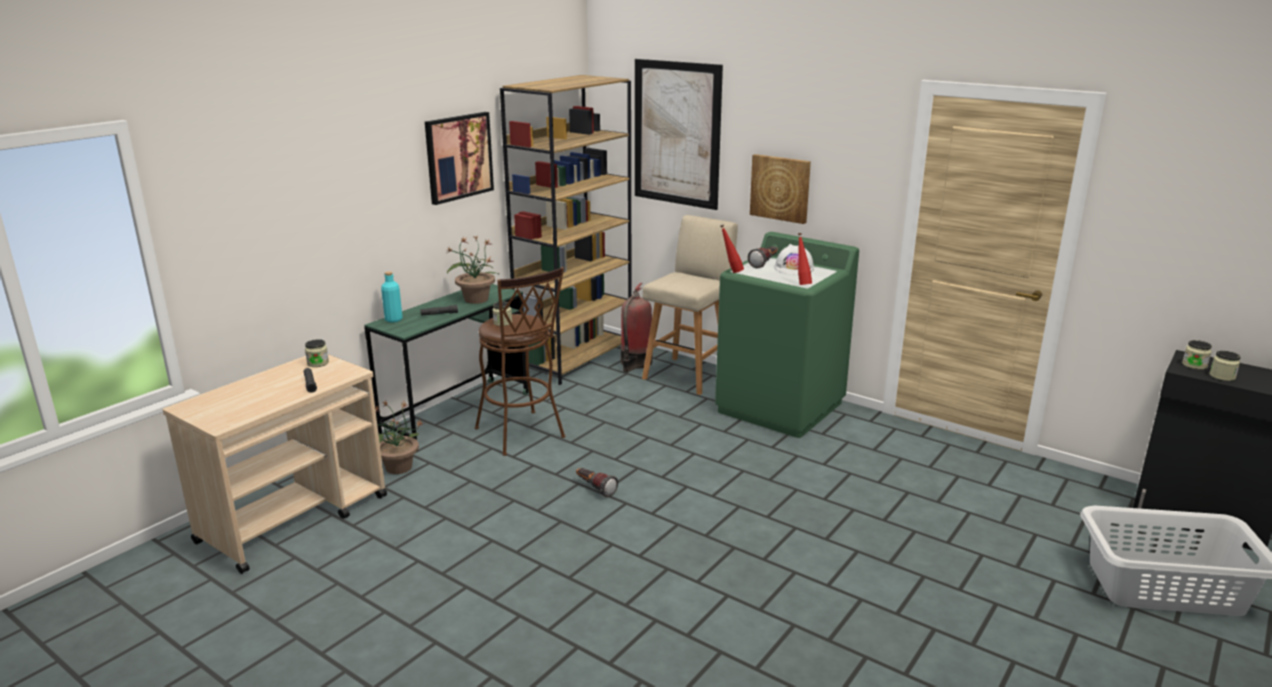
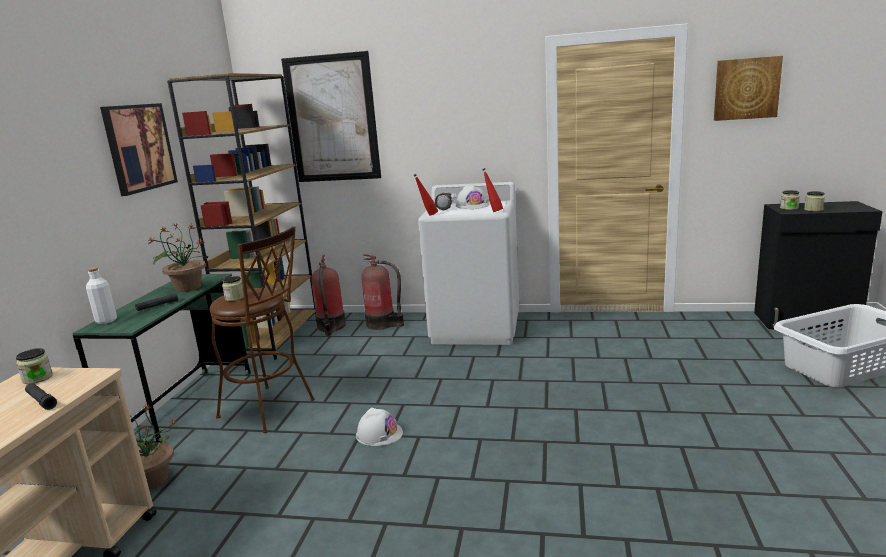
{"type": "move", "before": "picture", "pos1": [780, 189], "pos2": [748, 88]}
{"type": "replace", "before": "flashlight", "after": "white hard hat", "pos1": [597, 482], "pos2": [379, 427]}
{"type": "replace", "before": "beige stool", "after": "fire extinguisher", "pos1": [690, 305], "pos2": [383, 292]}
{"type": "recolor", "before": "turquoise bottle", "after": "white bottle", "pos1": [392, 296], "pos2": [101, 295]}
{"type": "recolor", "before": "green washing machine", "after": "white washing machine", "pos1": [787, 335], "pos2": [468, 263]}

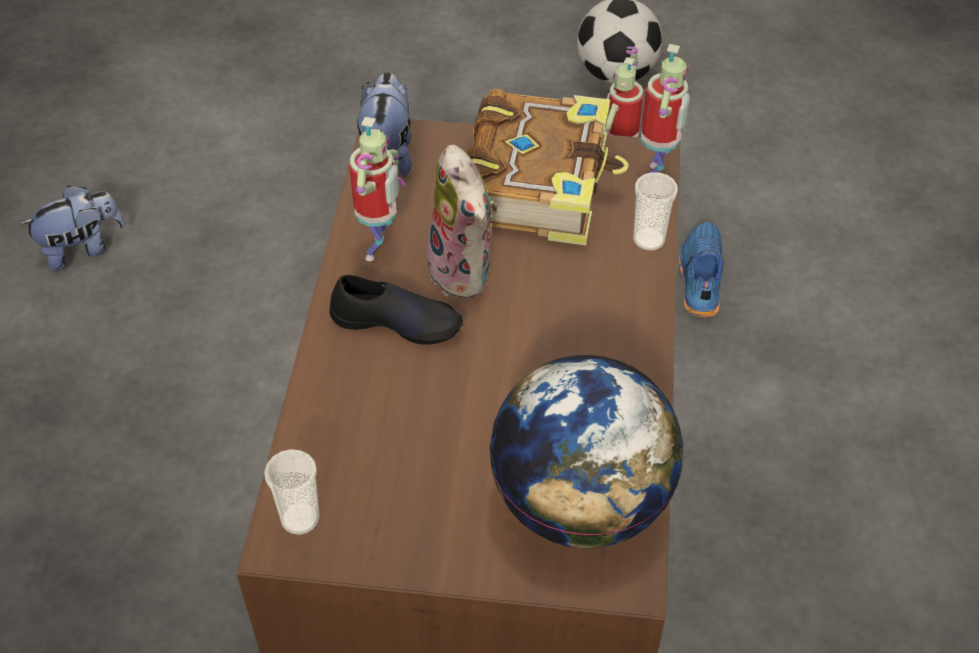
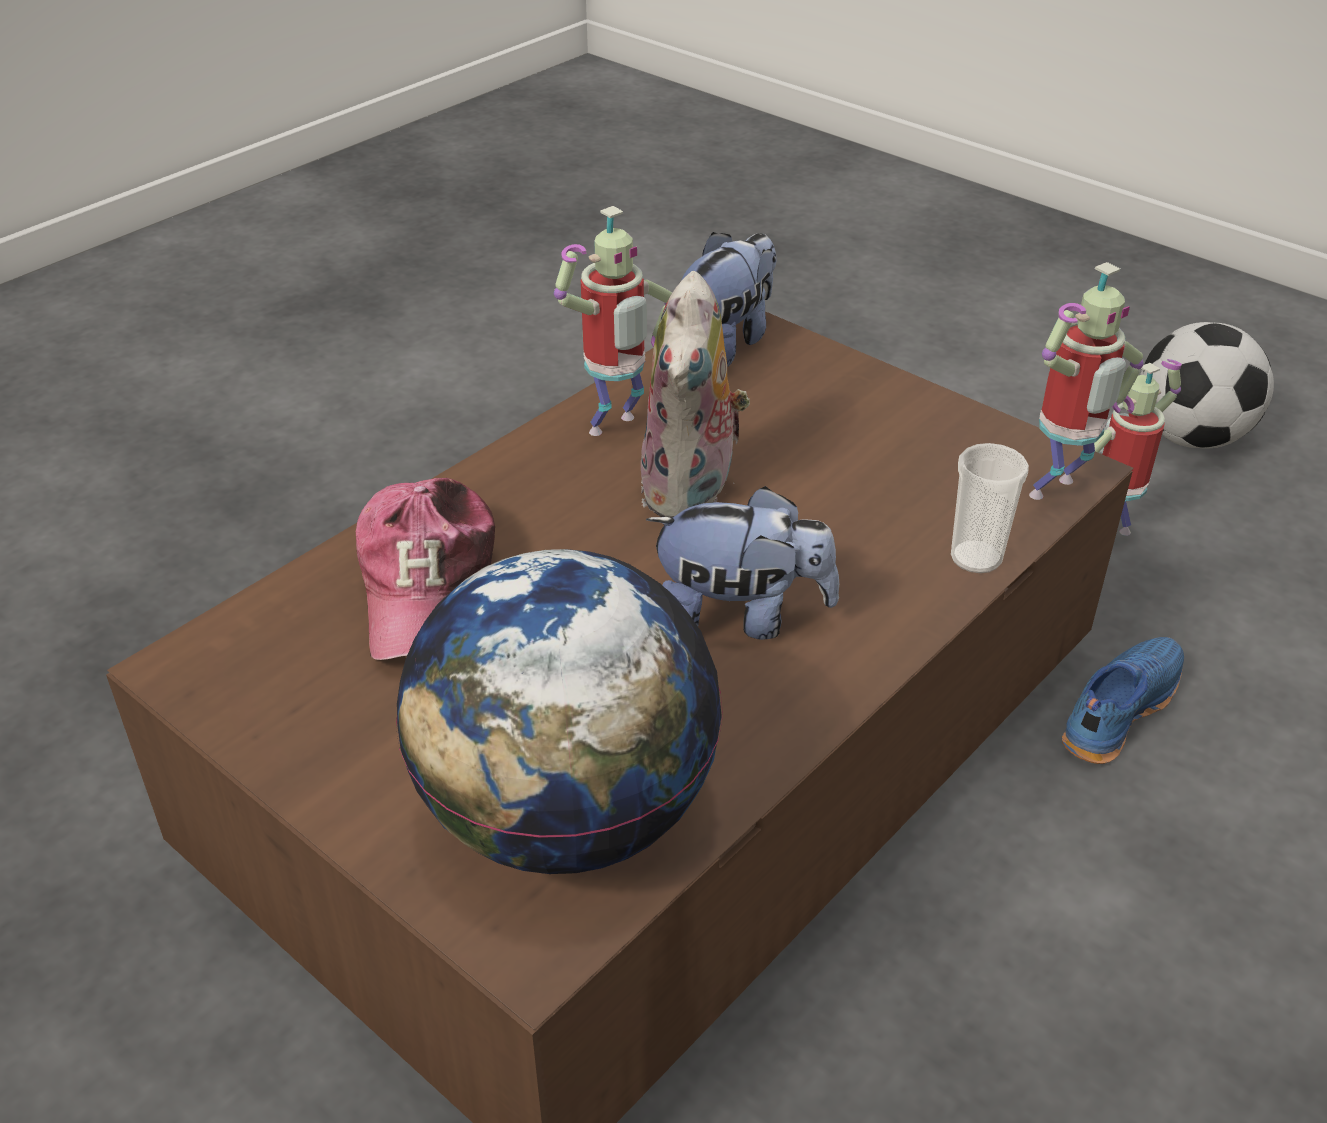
{"type": "delete", "before": "cup", "pos1": [292, 492]}
{"type": "delete", "before": "black shoe", "pos1": [396, 310]}
{"type": "delete", "before": "book", "pos1": [548, 167]}
{"type": "insert", "after": "cap", "pos2": [425, 569]}
{"type": "move", "before": "plush toy", "pos1": [72, 228], "pos2": [742, 563]}

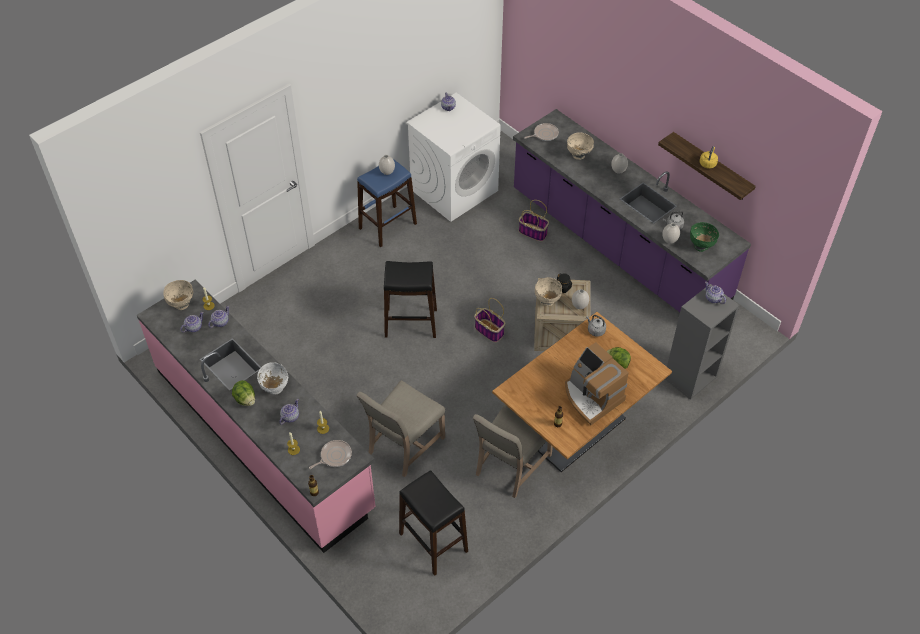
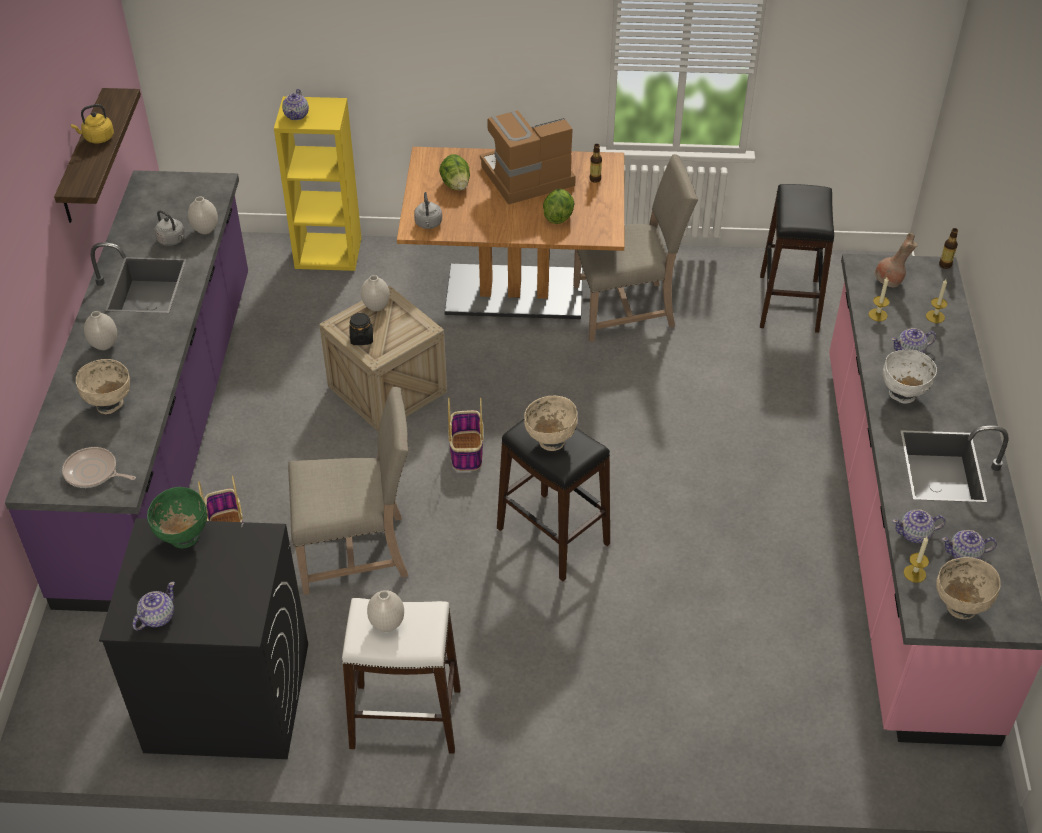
{"type": "move", "before": "lettuce", "pos1": [243, 393], "pos2": [558, 206]}
{"type": "move", "before": "beige chair", "pos1": [400, 428], "pos2": [348, 491]}
{"type": "move", "before": "beige bowl", "pos1": [548, 291], "pos2": [551, 423]}
{"type": "move", "before": "green bowl", "pos1": [704, 237], "pos2": [177, 518]}
{"type": "replace", "before": "frying pan", "after": "brown vase", "pos1": [330, 454], "pos2": [895, 260]}
{"type": "recolor", "before": "blue stool", "after": "white stool", "pos1": [387, 203], "pos2": [401, 676]}
{"type": "recolor", "before": "white washing machine", "after": "black washing machine", "pos1": [453, 157], "pos2": [203, 638]}
{"type": "recolor", "before": "grey bookcase", "after": "yellow bookcase", "pos1": [702, 342], "pos2": [317, 183]}
{"type": "rotate", "before": "coffee machine", "pos1": [597, 384], "pos2": [528, 158], "turn": -120}

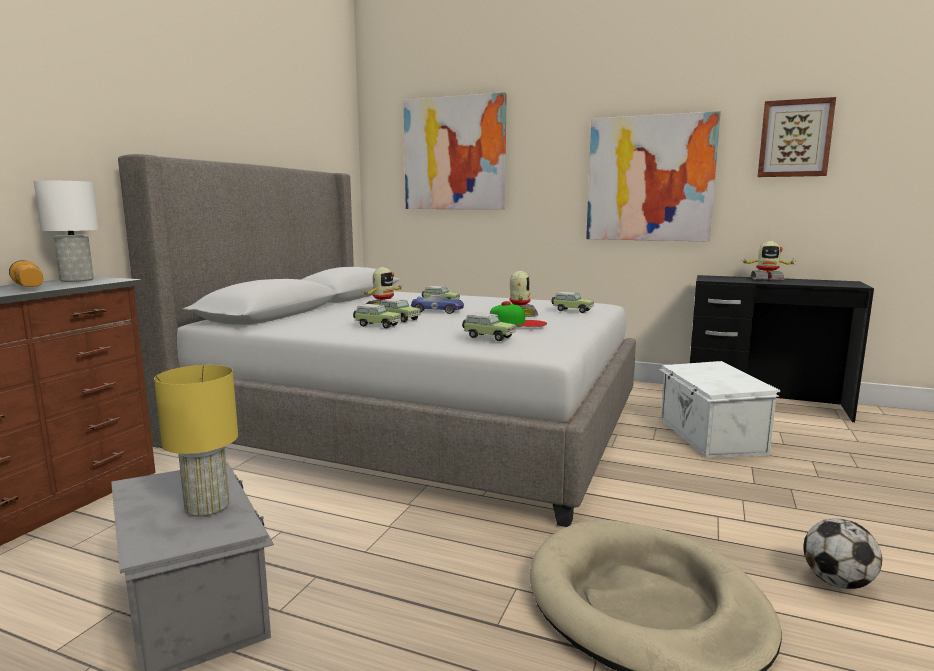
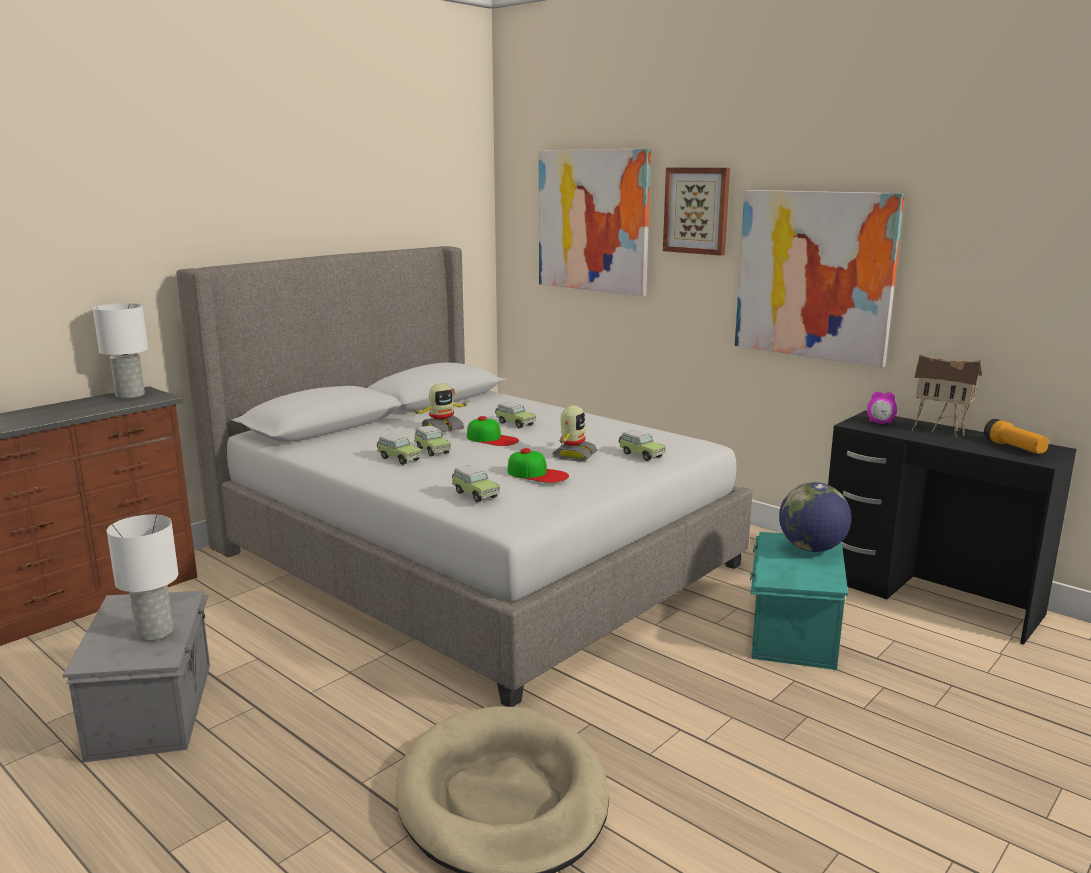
{"type": "delete", "before": "football", "pos1": [842, 553]}
{"type": "insert", "after": "globe", "pos2": [815, 517]}
{"type": "insert", "after": "alarm clock", "pos2": [882, 408]}
{"type": "move", "before": "flashlight", "pos1": [26, 273], "pos2": [1016, 436]}
{"type": "move", "before": "picture", "pos1": [797, 137], "pos2": [696, 212]}
{"type": "replace", "before": "toy car", "after": "cap", "pos1": [437, 304], "pos2": [493, 431]}
{"type": "replace", "before": "toy robot", "after": "toy house", "pos1": [769, 261], "pos2": [947, 395]}
{"type": "recolor", "before": "yellow table lamp", "after": "white table lamp", "pos1": [196, 441], "pos2": [142, 578]}
{"type": "recolor", "before": "white storage box", "after": "turquoise storage box", "pos1": [719, 409], "pos2": [799, 601]}

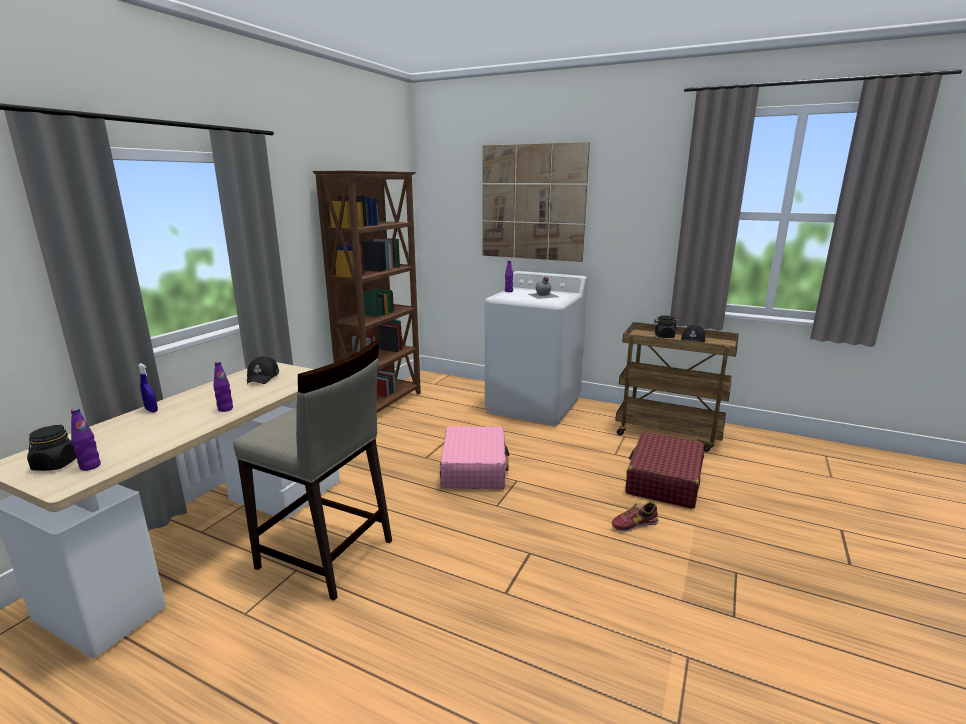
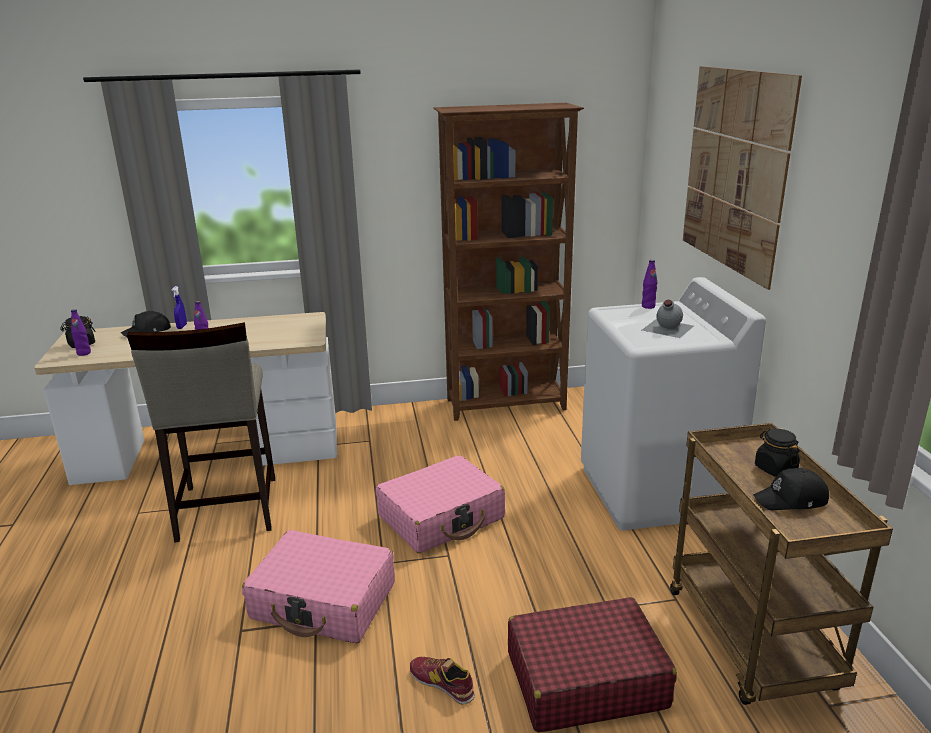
{"type": "insert", "after": "pink suitcase", "pos2": [318, 586]}
{"type": "move", "before": "black cap", "pos1": [263, 370], "pos2": [145, 324]}

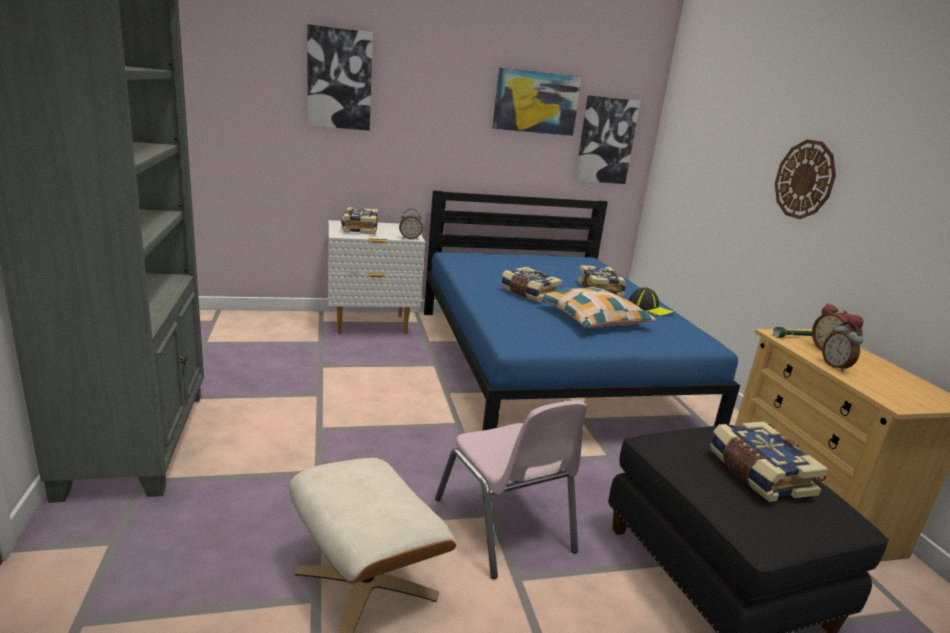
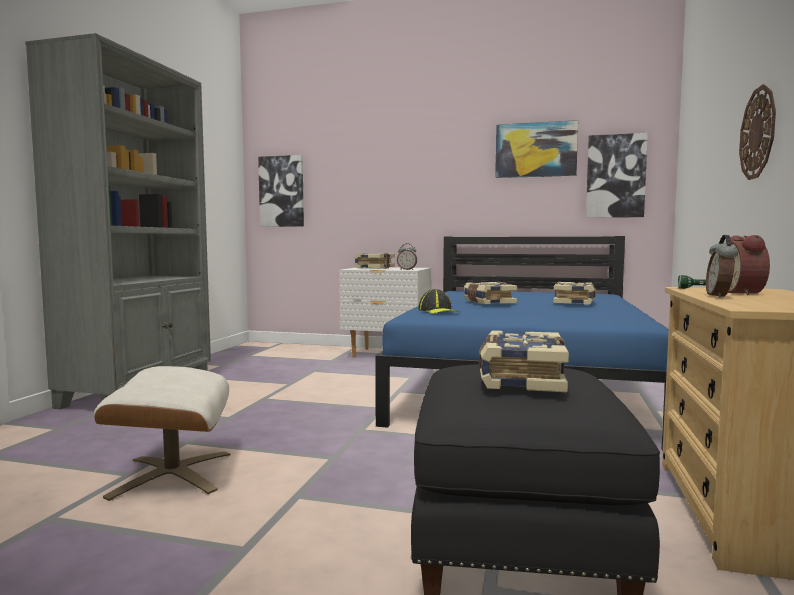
{"type": "delete", "before": "pink chair", "pos1": [511, 489]}
{"type": "delete", "before": "pillow", "pos1": [597, 307]}
{"type": "move", "before": "picture", "pos1": [340, 77], "pos2": [281, 191]}
{"type": "move", "before": "cap", "pos1": [651, 302], "pos2": [439, 301]}

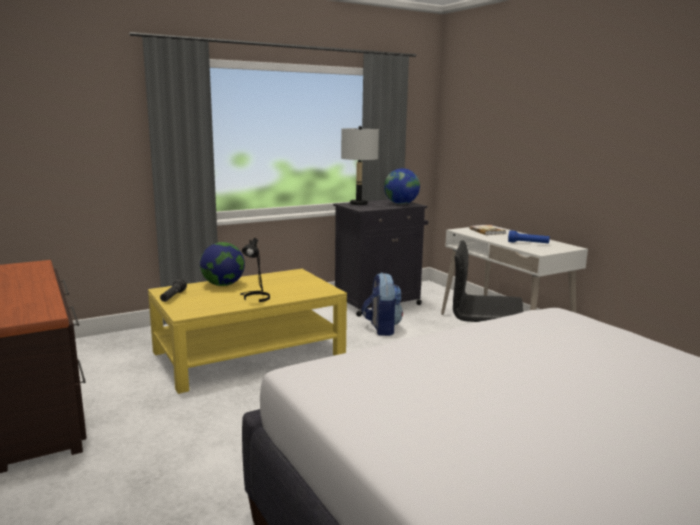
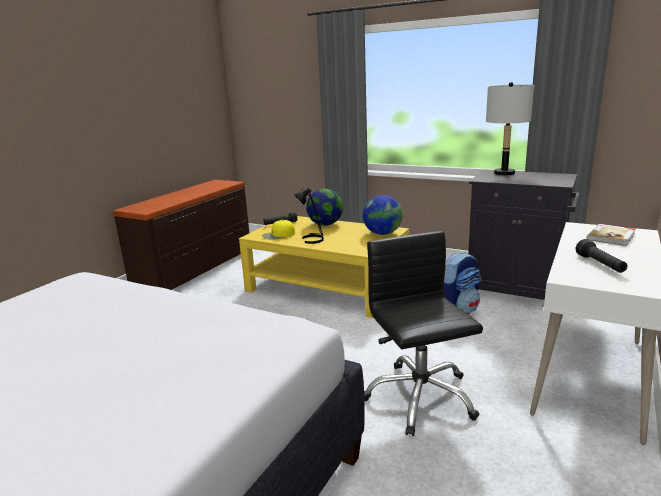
{"type": "insert", "after": "yellow cap", "pos2": [278, 230]}
{"type": "move", "before": "globe", "pos1": [402, 186], "pos2": [383, 215]}
{"type": "recolor", "before": "blue flashlight", "after": "black flashlight", "pos1": [529, 237], "pos2": [601, 256]}

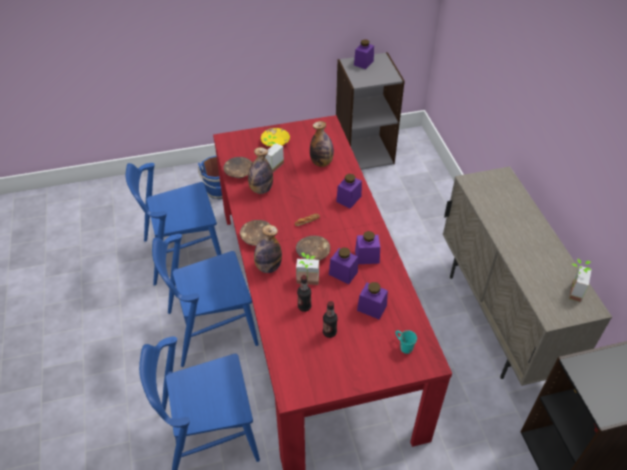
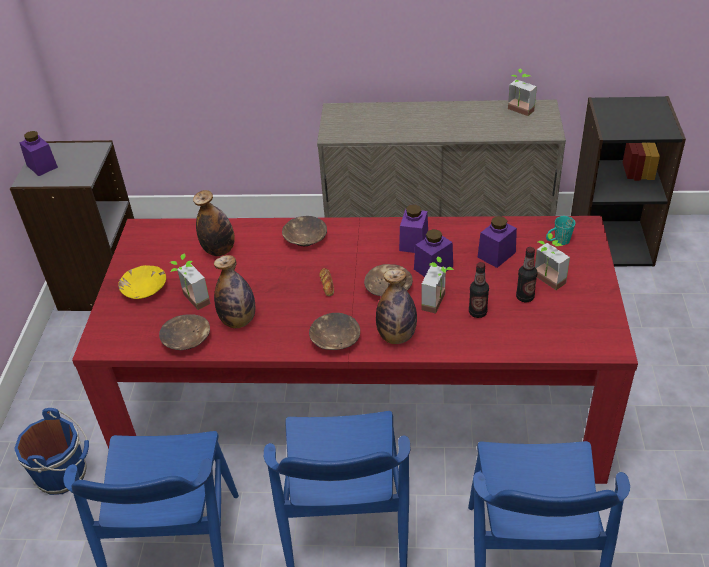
{"type": "insert", "after": "potted plant", "pos2": [552, 261]}
{"type": "replace", "before": "purple jar", "after": "brown bowl", "pos1": [349, 191], "pos2": [304, 231]}

